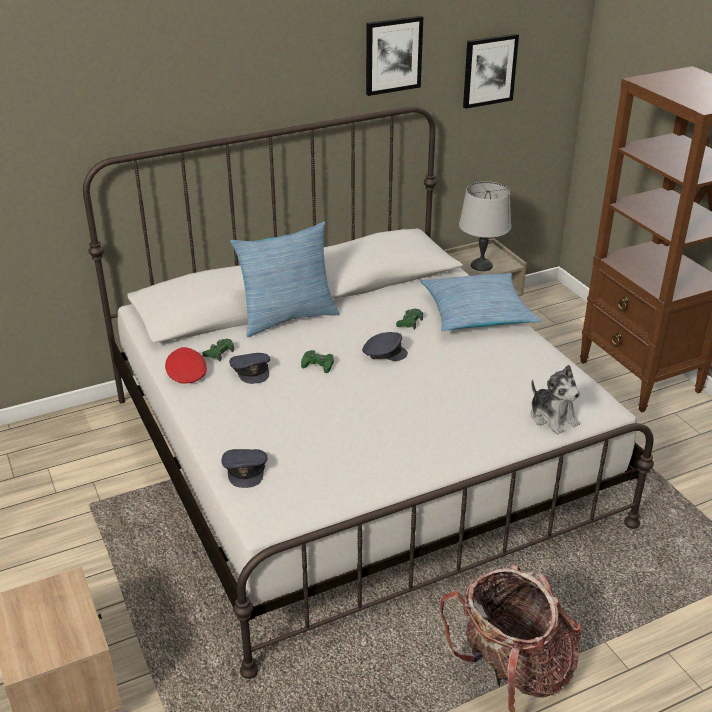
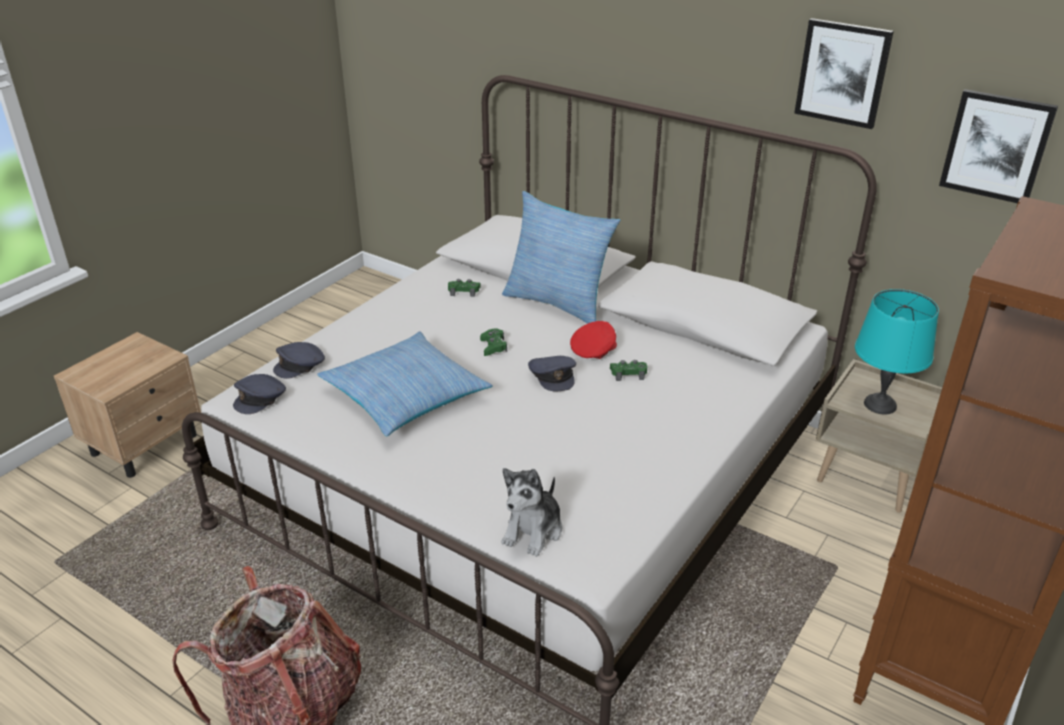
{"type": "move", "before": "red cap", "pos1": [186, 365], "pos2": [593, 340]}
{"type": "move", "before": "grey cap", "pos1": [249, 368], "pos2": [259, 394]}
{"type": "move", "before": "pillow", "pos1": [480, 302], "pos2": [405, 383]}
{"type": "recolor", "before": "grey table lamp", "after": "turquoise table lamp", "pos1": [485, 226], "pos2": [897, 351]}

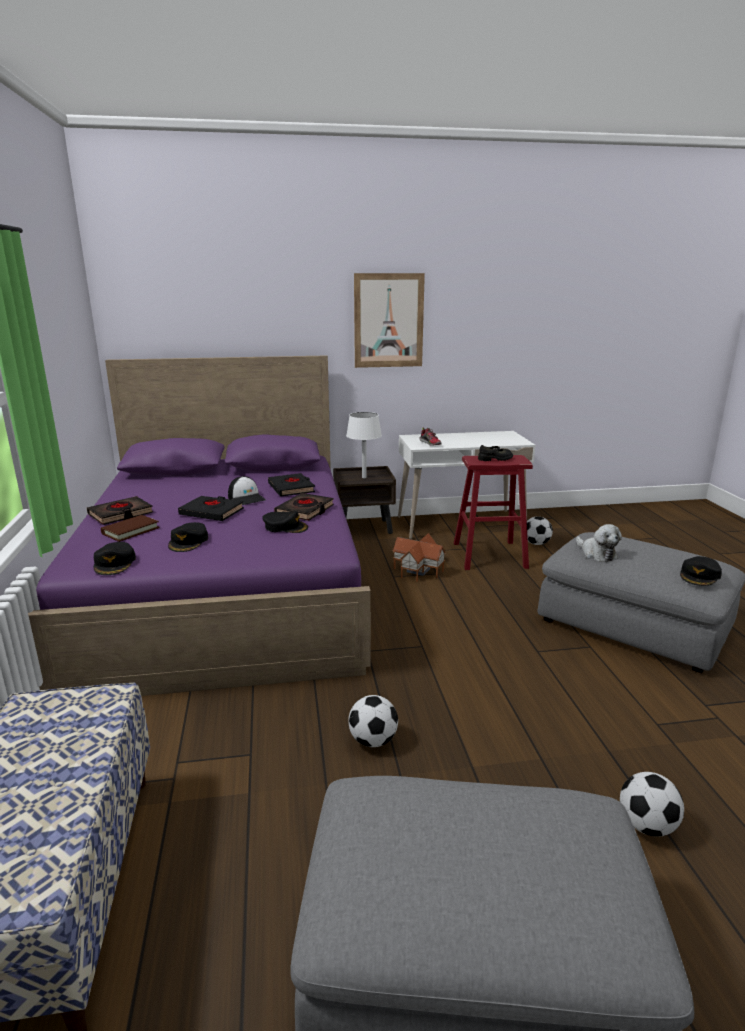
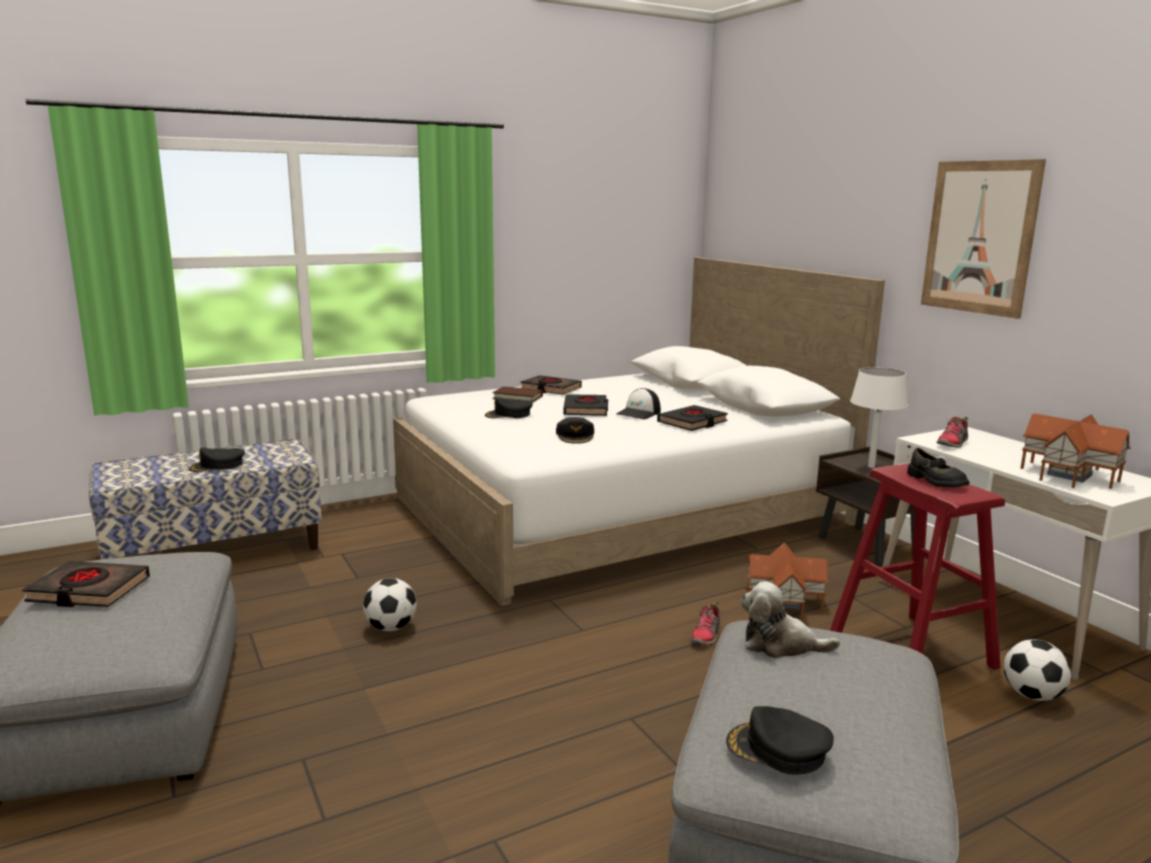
{"type": "delete", "before": "football", "pos1": [652, 804]}
{"type": "insert", "after": "shoe", "pos2": [705, 623]}
{"type": "insert", "after": "toy house", "pos2": [1075, 451]}
{"type": "move", "before": "black cap", "pos1": [115, 558], "pos2": [217, 459]}
{"type": "move", "before": "black book", "pos1": [304, 507], "pos2": [86, 584]}
{"type": "recolor", "before": "purple bed", "after": "white bed", "pos1": [199, 525], "pos2": [639, 431]}
{"type": "rotate", "before": "plush toy", "pos1": [599, 543], "pos2": [790, 619], "turn": 60}

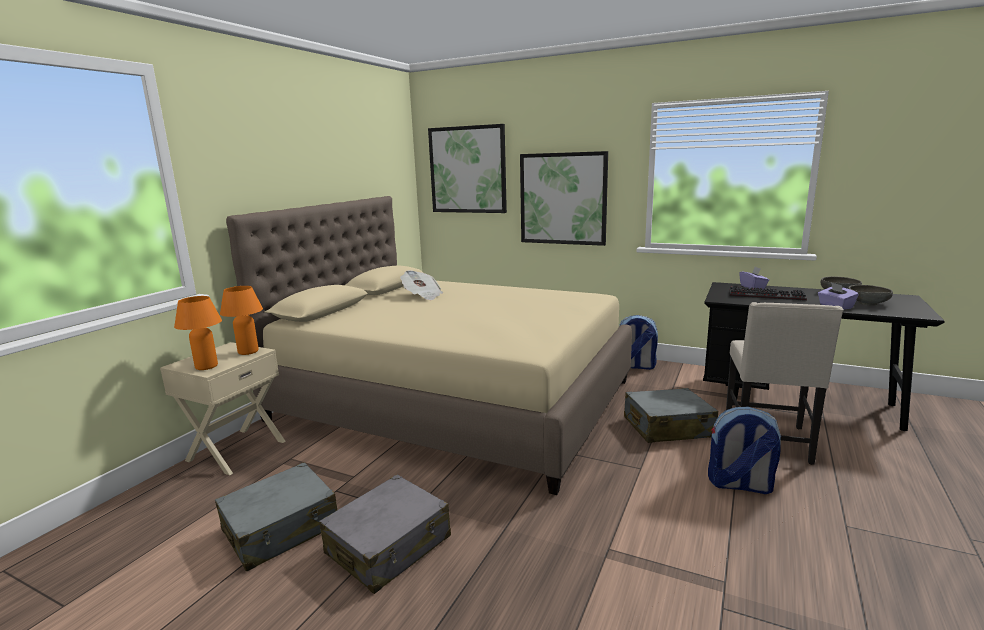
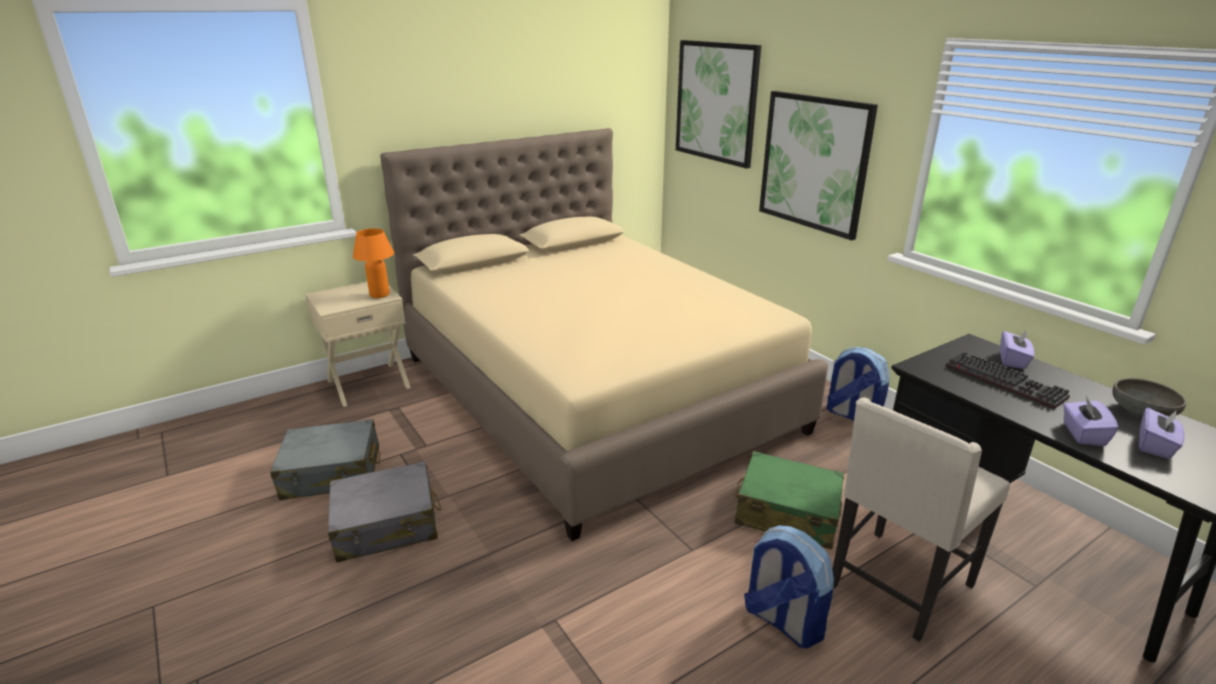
{"type": "delete", "before": "orange table lamp", "pos1": [198, 333]}
{"type": "delete", "before": "newspaper", "pos1": [421, 285]}
{"type": "replace", "before": "grey bowl", "after": "purple tissue box", "pos1": [870, 295], "pos2": [1162, 433]}
{"type": "recolor", "before": "grey suitcase", "after": "green suitcase", "pos1": [671, 415], "pos2": [789, 500]}

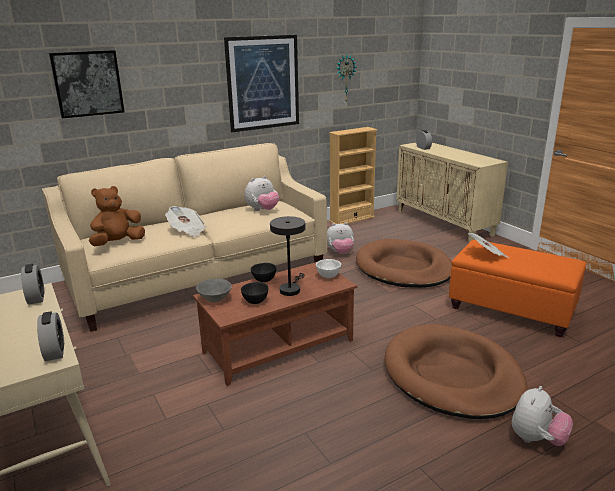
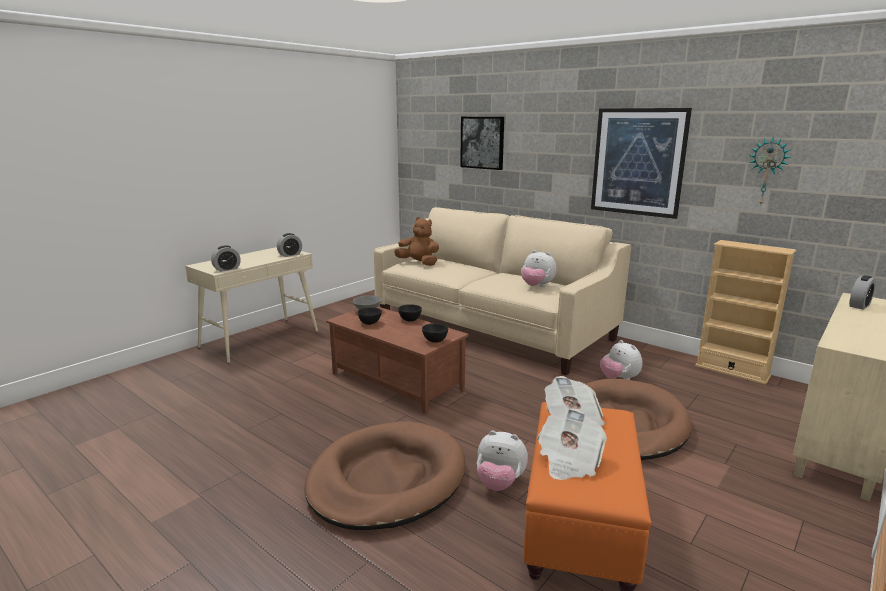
{"type": "delete", "before": "black table lamp", "pos1": [287, 256]}
{"type": "move", "before": "newspaper", "pos1": [185, 221], "pos2": [572, 444]}
{"type": "move", "before": "plush toy", "pos1": [542, 416], "pos2": [502, 461]}
{"type": "recolor", "before": "white bowl", "after": "black bowl", "pos1": [328, 268], "pos2": [435, 333]}

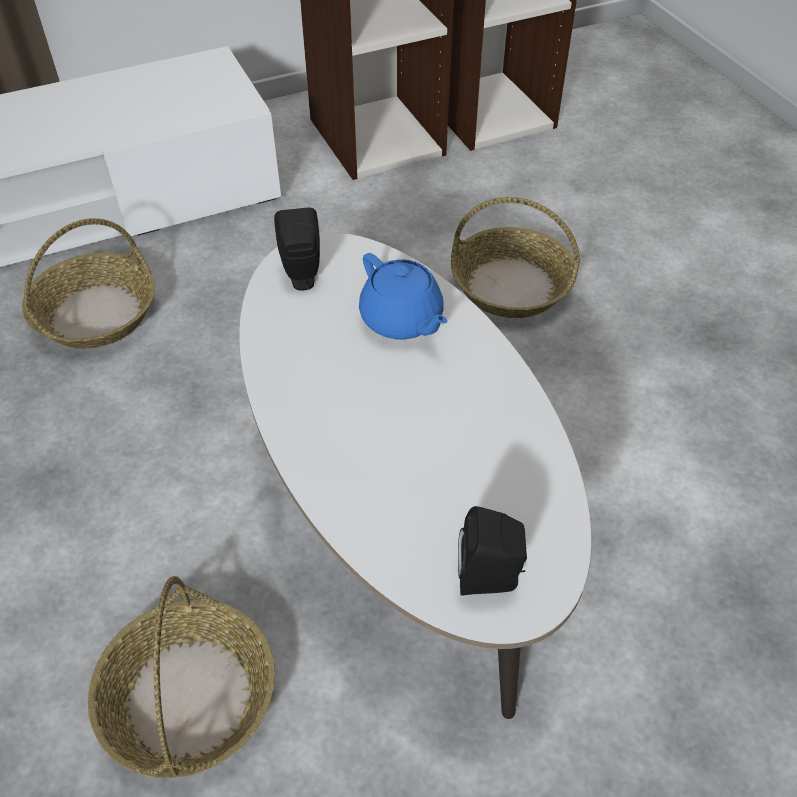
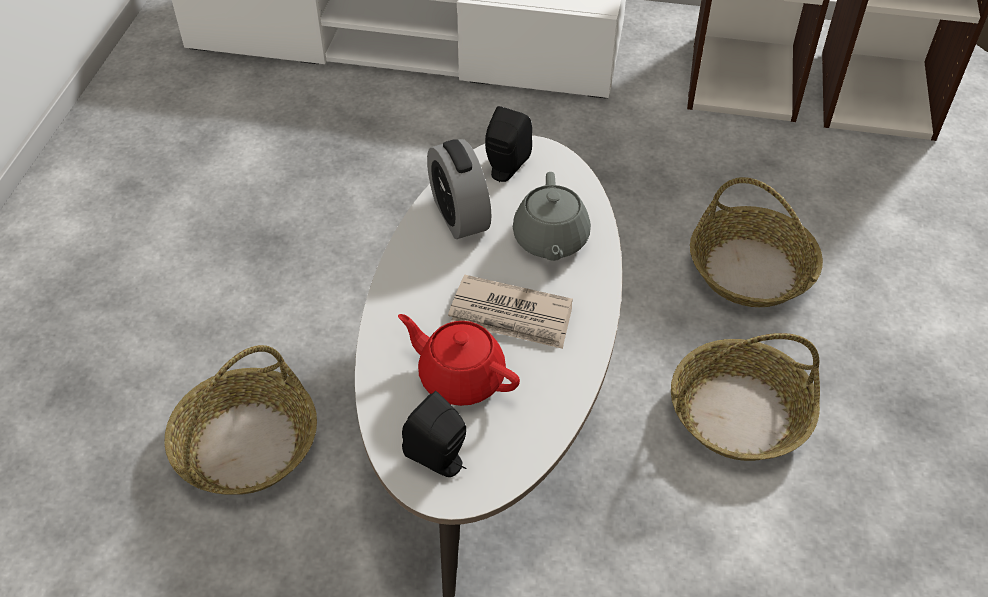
{"type": "insert", "after": "red teapot", "pos2": [459, 360]}
{"type": "insert", "after": "alarm clock", "pos2": [459, 189]}
{"type": "insert", "after": "newspaper", "pos2": [510, 312]}
{"type": "move", "before": "basket", "pos1": [88, 283], "pos2": [745, 397]}
{"type": "recolor", "before": "blue teapot", "after": "grey teapot", "pos1": [403, 296], "pos2": [552, 216]}

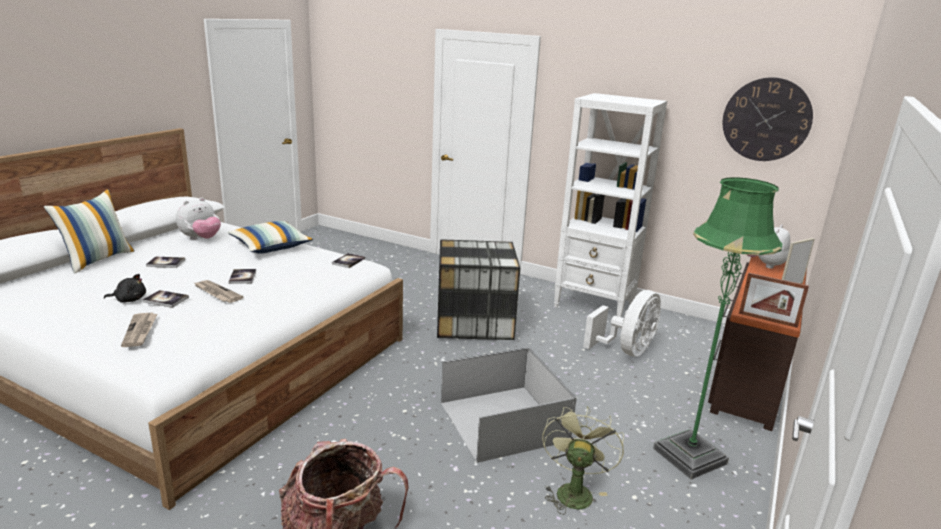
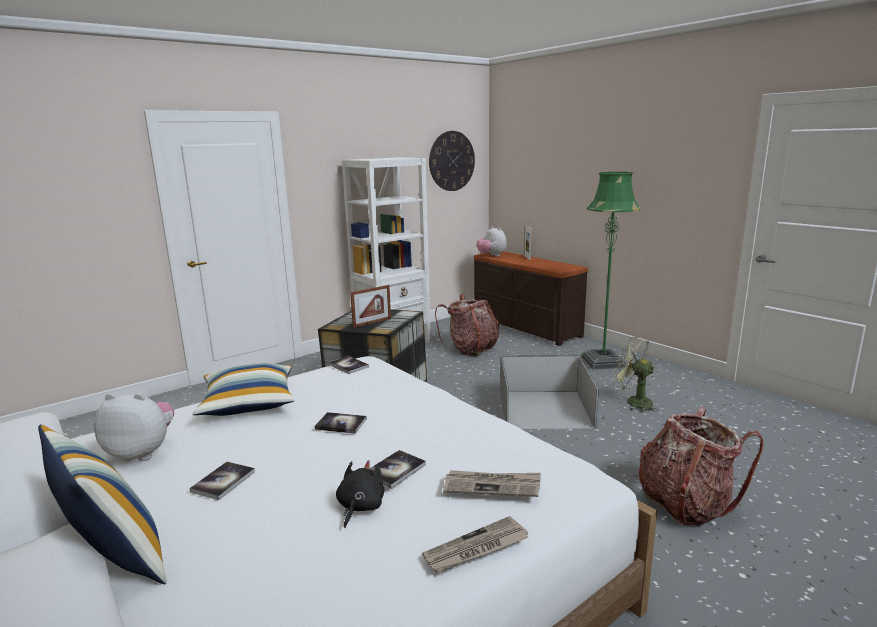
{"type": "move", "before": "newspaper", "pos1": [219, 291], "pos2": [475, 545]}
{"type": "move", "before": "picture frame", "pos1": [774, 300], "pos2": [370, 306]}
{"type": "replace", "before": "white fan", "after": "backpack", "pos1": [622, 323], "pos2": [467, 325]}
{"type": "rotate", "before": "plush toy", "pos1": [198, 219], "pos2": [134, 427], "turn": -60}

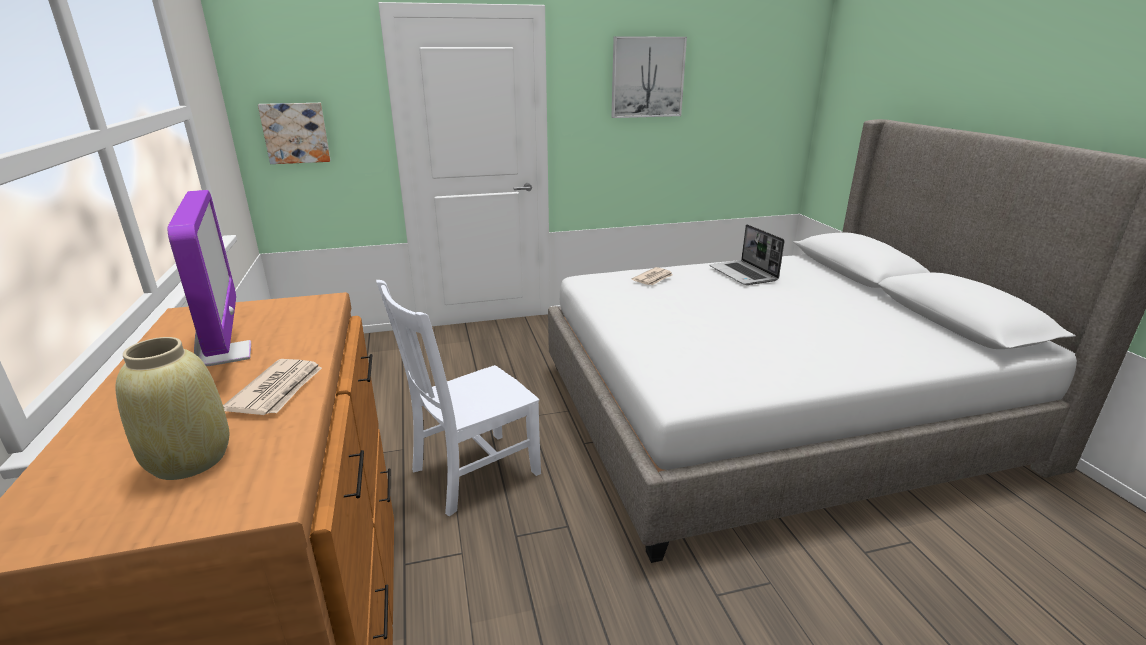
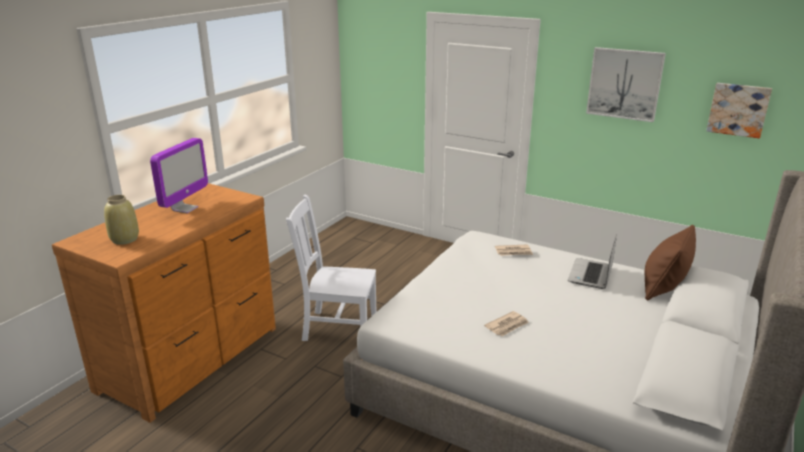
{"type": "insert", "after": "brown pillow", "pos2": [670, 263]}
{"type": "move", "before": "newspaper", "pos1": [272, 387], "pos2": [506, 323]}
{"type": "move", "before": "picture", "pos1": [294, 133], "pos2": [739, 110]}

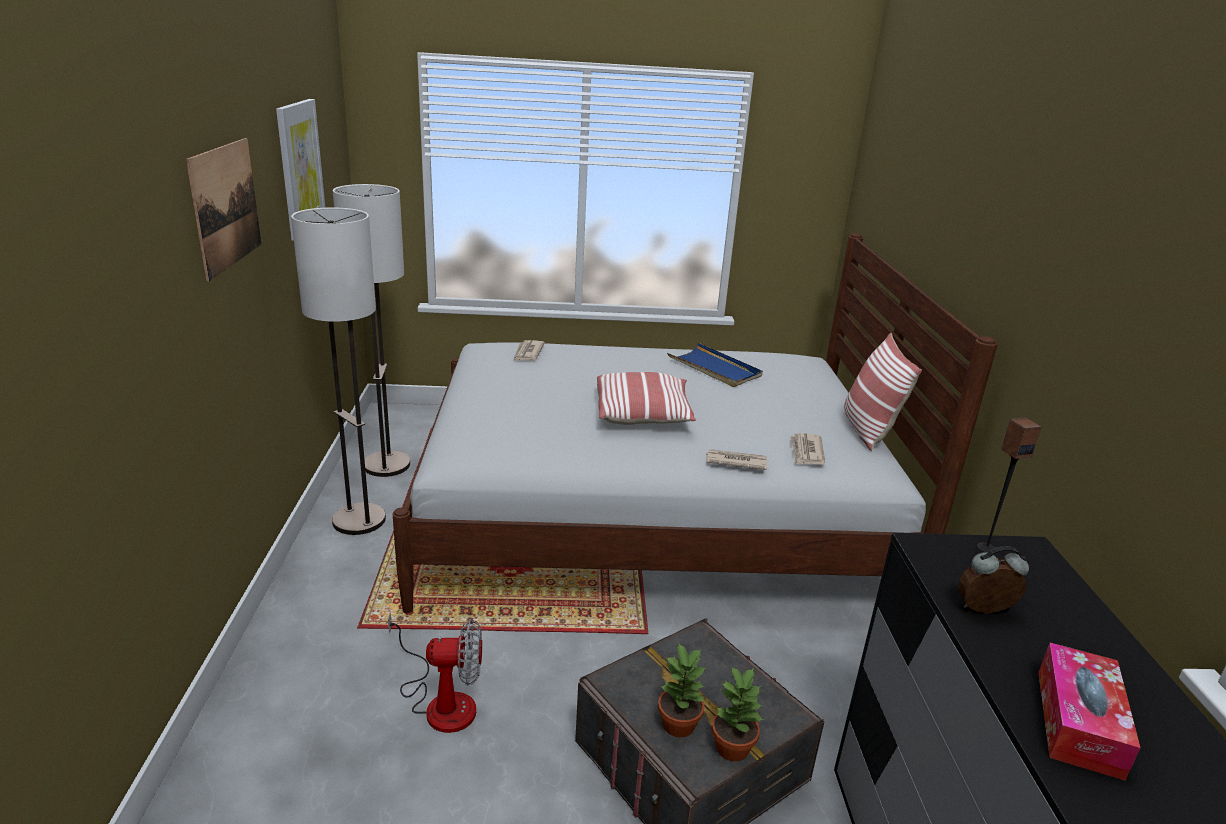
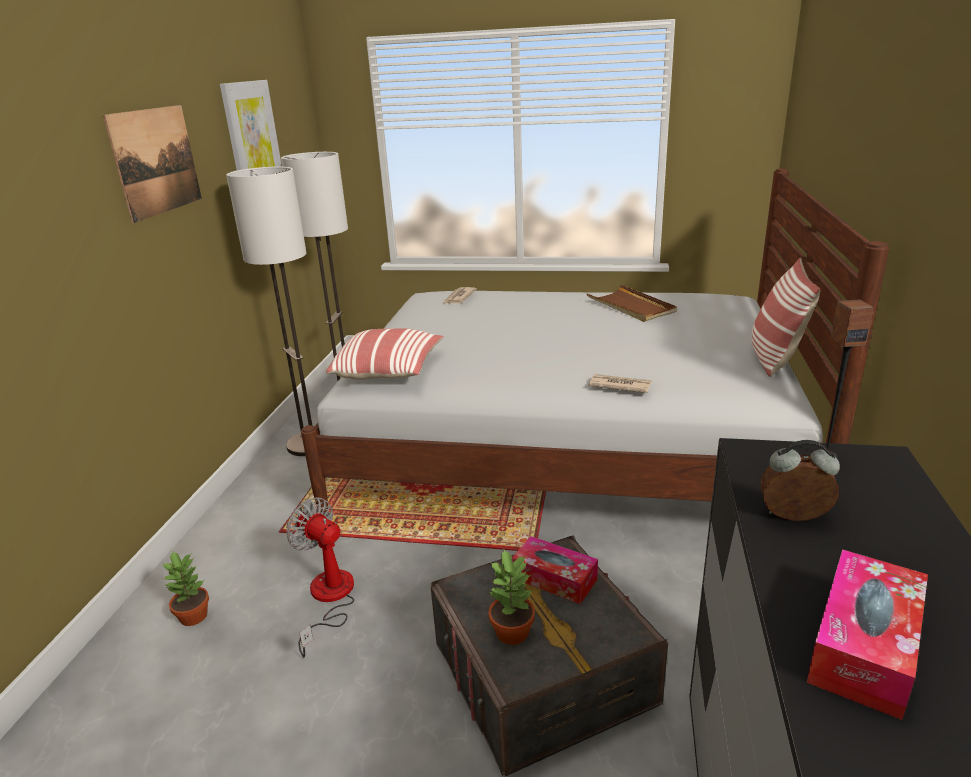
{"type": "delete", "before": "newspaper", "pos1": [807, 449]}
{"type": "insert", "after": "tissue box", "pos2": [555, 570]}
{"type": "move", "before": "pillow", "pos1": [647, 398], "pos2": [385, 354]}
{"type": "move", "before": "potted plant", "pos1": [737, 714], "pos2": [185, 588]}
{"type": "recolor", "before": "blue tray", "after": "brown tray", "pos1": [715, 365], "pos2": [632, 303]}
{"type": "rotate", "before": "fan", "pos1": [435, 672], "pos2": [320, 577], "turn": -150}

